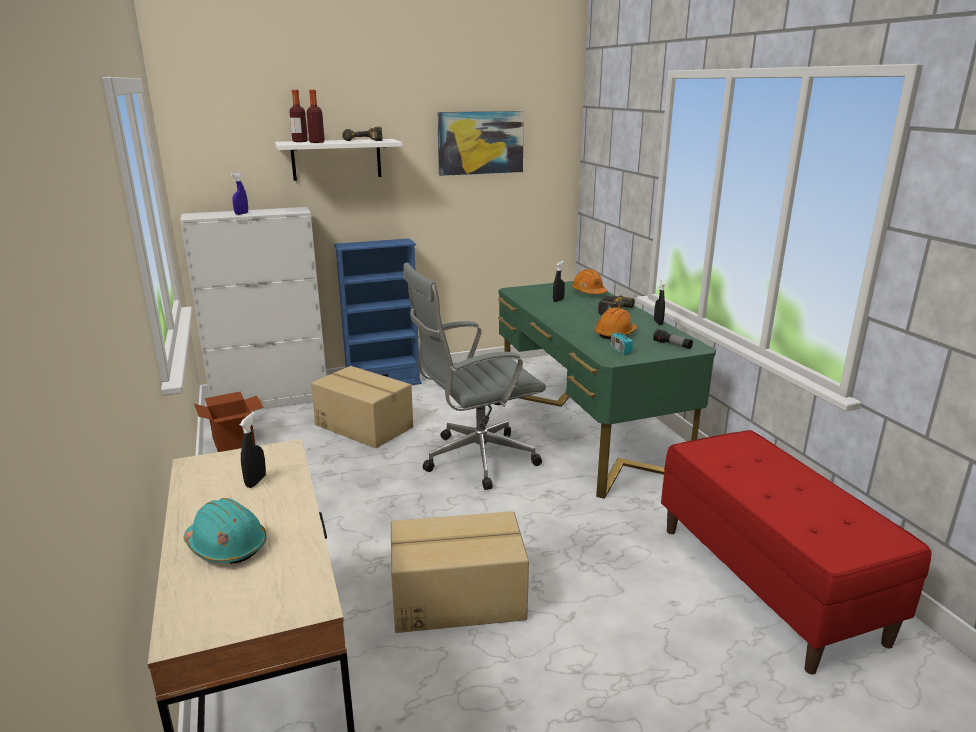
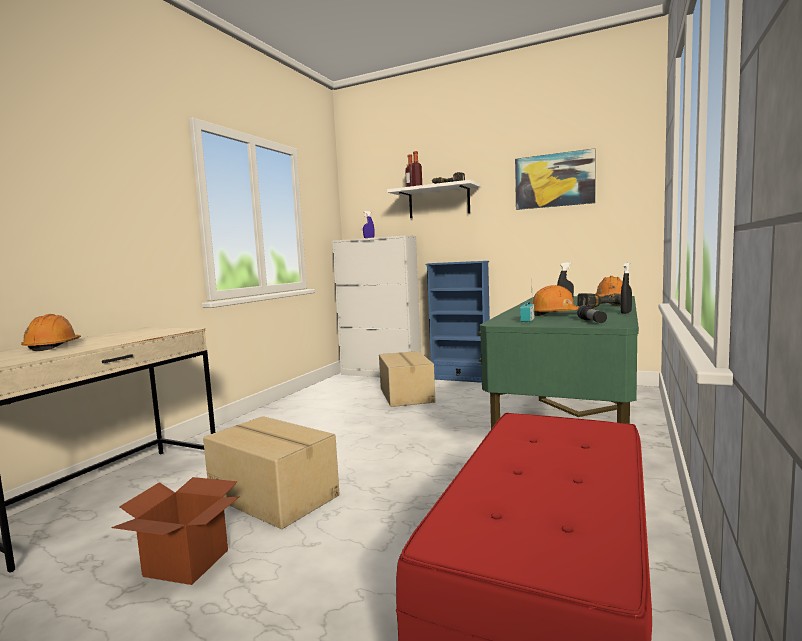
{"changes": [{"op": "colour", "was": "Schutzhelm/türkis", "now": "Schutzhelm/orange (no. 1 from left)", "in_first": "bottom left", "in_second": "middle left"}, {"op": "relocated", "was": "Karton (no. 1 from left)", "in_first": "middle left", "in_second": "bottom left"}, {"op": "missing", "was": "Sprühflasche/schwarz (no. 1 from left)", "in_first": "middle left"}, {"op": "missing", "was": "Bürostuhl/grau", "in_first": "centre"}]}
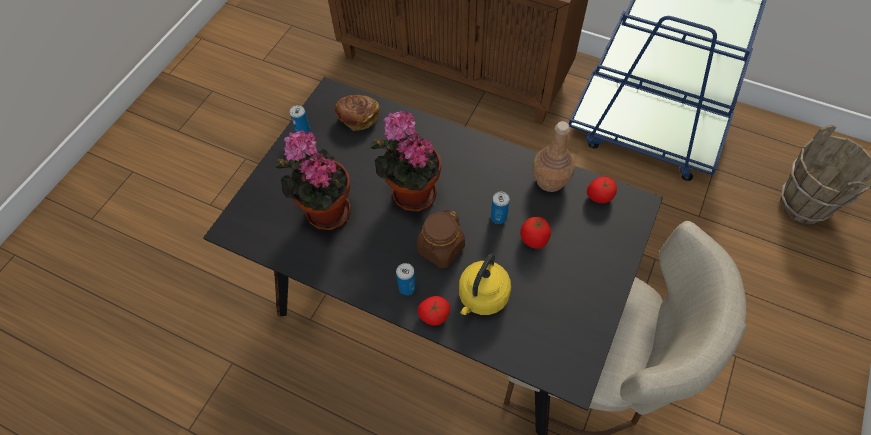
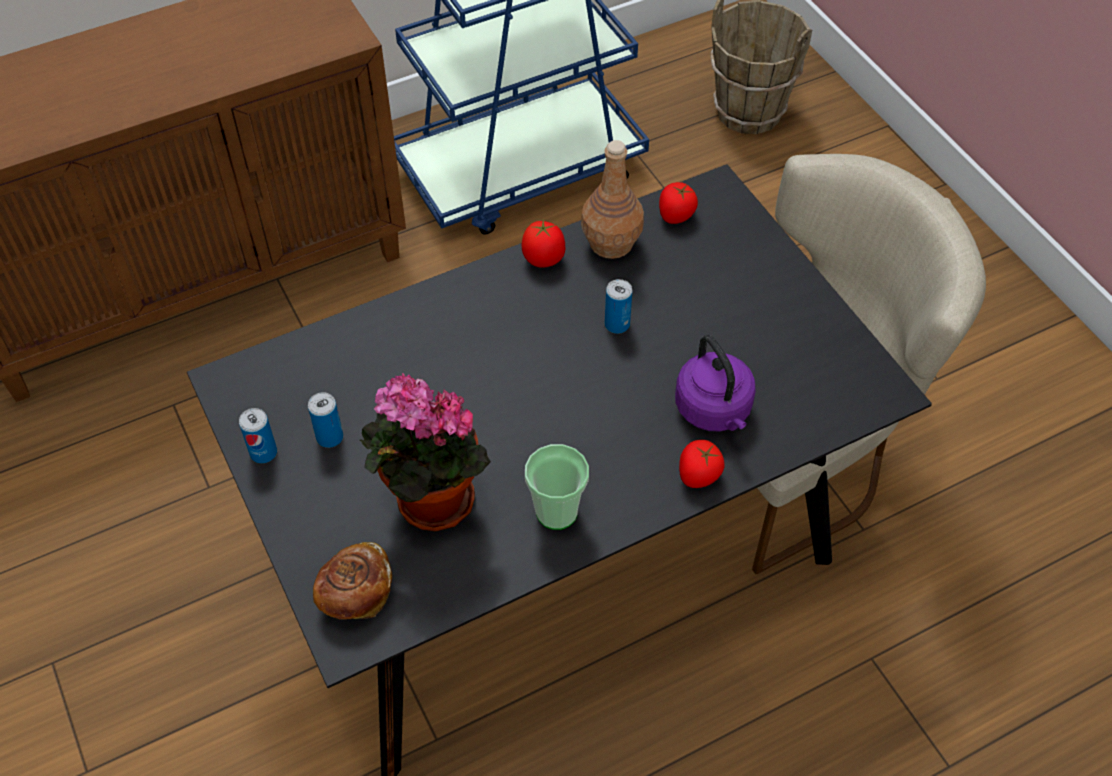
{"changes": [{"op": "relocated", "was": "Dose (no. 2 from left)", "in_first": "centre", "in_second": "middle left"}, {"op": "relocated", "was": "Brot", "in_first": "top centre", "in_second": "bottom left"}, {"op": "relocated", "was": "Tomate (no. 2 from left in the first image)", "now": "Tomate (no. 1 from left)", "in_first": "centre", "in_second": "top centre"}, {"op": "appeared", "now": "Tasse", "in_second": "centre"}, {"op": "colour", "was": "Wasserkessel/gelb", "now": "Wasserkessel/lila", "in_first": "centre", "in_second": "centre"}, {"op": "missing", "was": "Topfpflanze (no. 2 from left)", "in_first": "centre"}, {"op": "missing", "was": "Vorratsglas/braun", "in_first": "centre"}]}
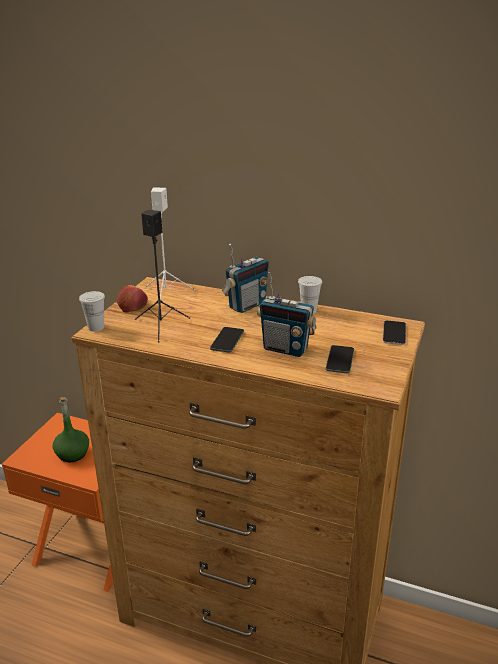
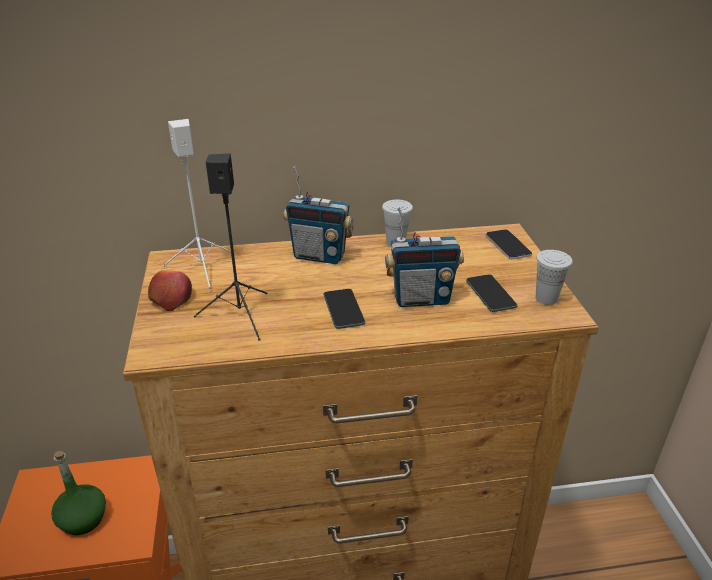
{"changes": [{"op": "spun", "was": "Radio (no. 1 from left)", "in_first": "centre", "in_second": "centre", "clockwise": 90}, {"op": "relocated", "was": "Tasse/weiß (no. 1 from left in the first image)", "now": "Tasse/weiß (no. 2 from left)", "in_first": "middle left", "in_second": "middle right"}]}
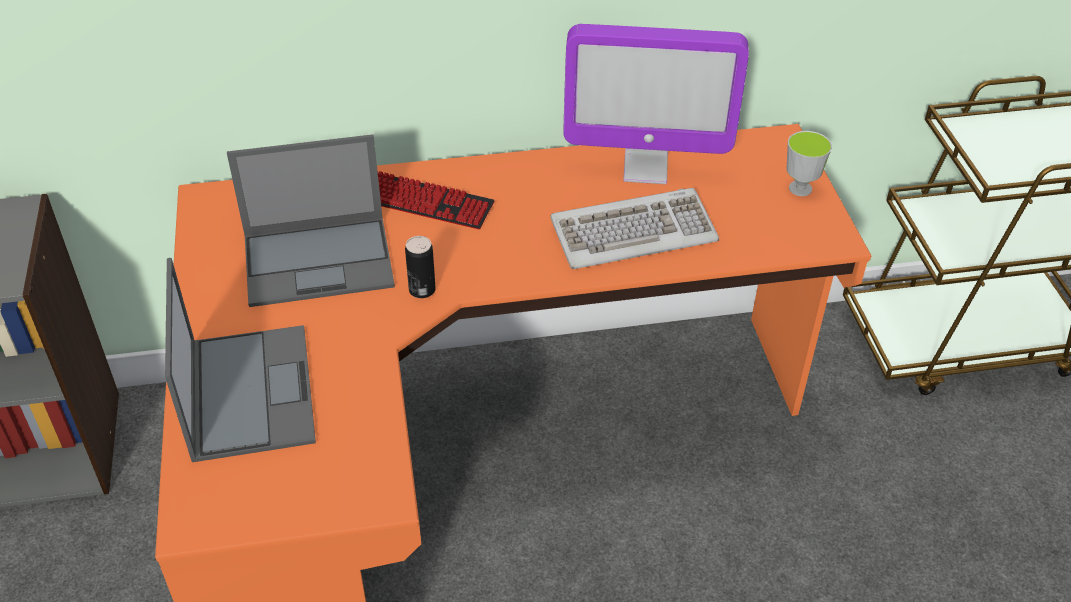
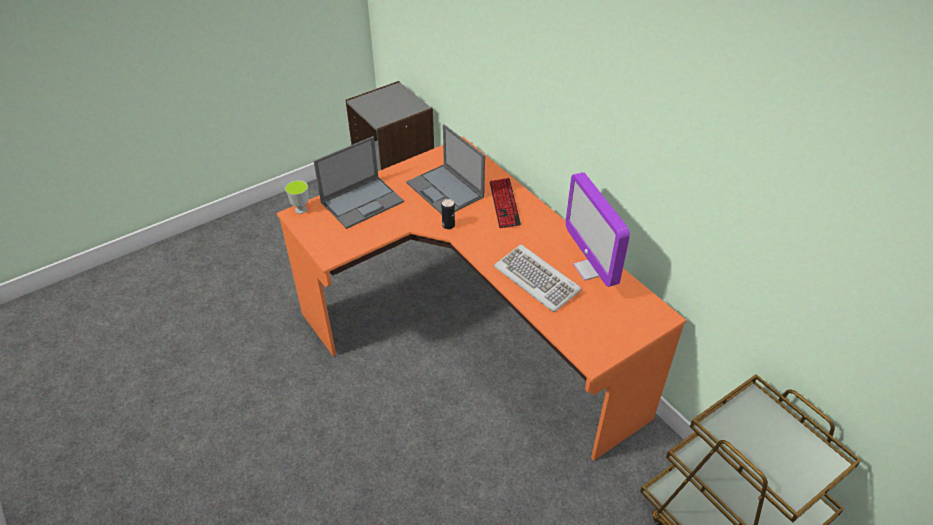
{"changes": [{"op": "relocated", "was": "Tasse", "in_first": "top right", "in_second": "middle left"}]}
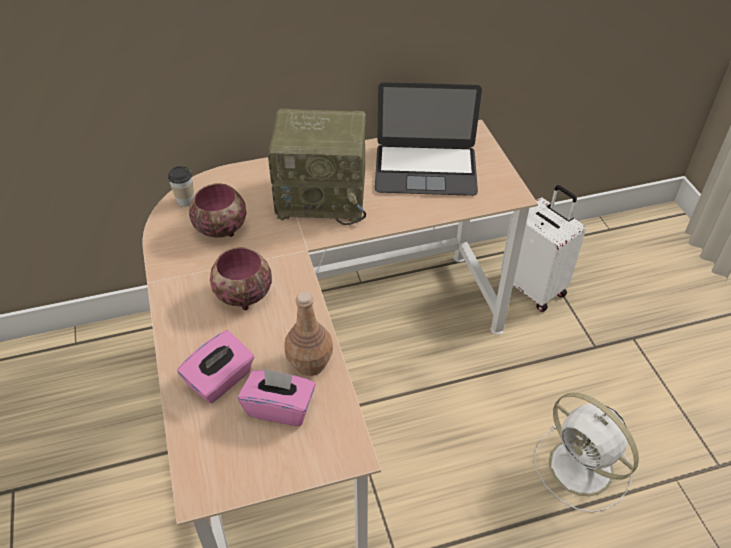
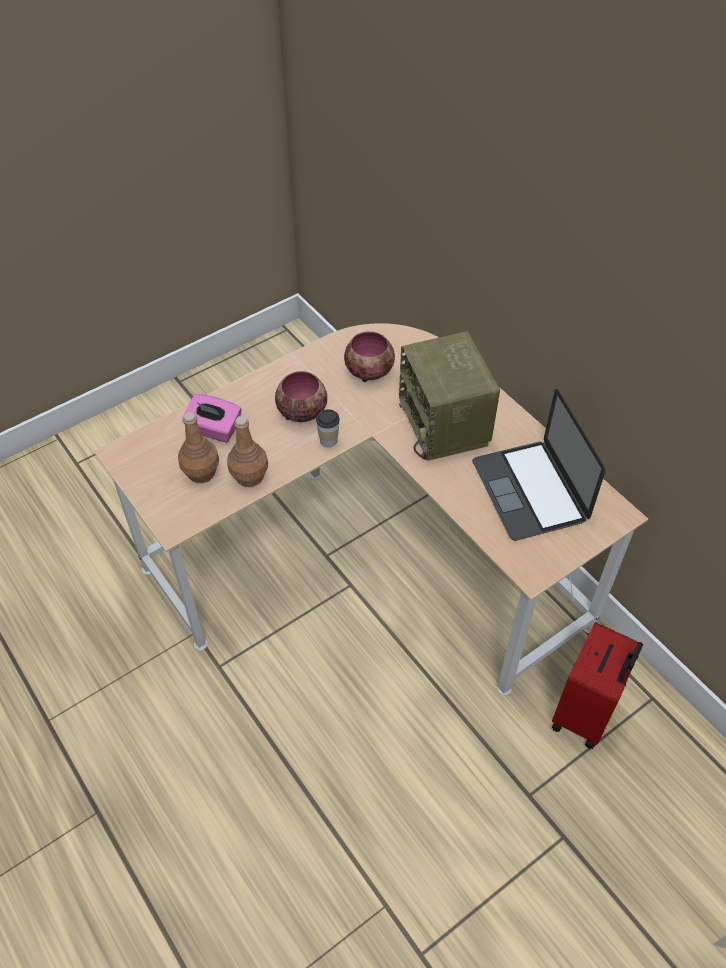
{"changes": [{"op": "exchanged", "was": "Taschentuchbox/rosa (no. 2 from left)", "now": "Flasche/braun (no. 1 from left)", "in_first": "bottom centre", "in_second": "middle left"}, {"op": "relocated", "was": "Tasse", "in_first": "middle left", "in_second": "centre"}, {"op": "colour", "was": "Koffer/weiß", "now": "Koffer/rot", "in_first": "middle right", "in_second": "bottom right"}, {"op": "missing", "was": "Ventilator/weiß", "in_first": "bottom right"}]}
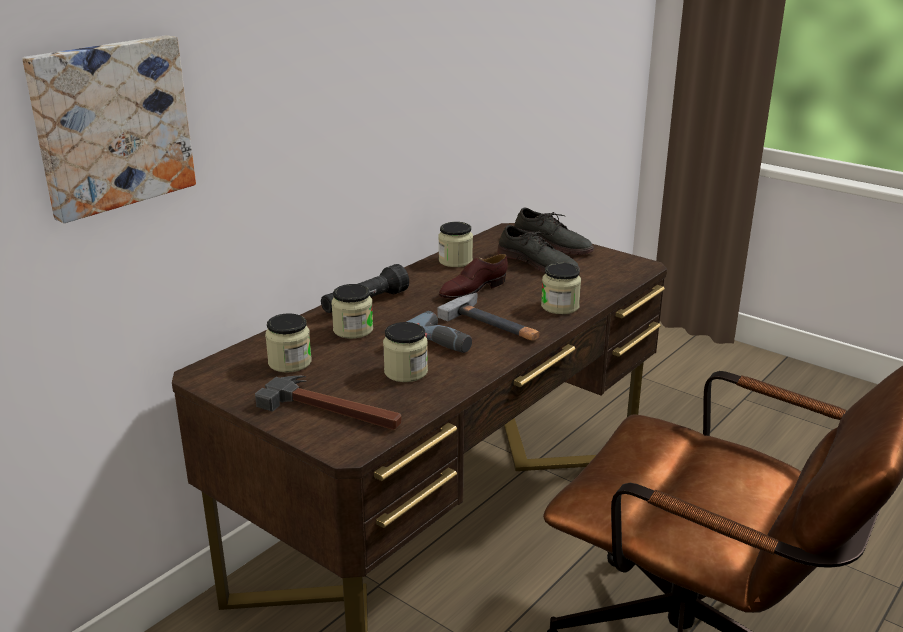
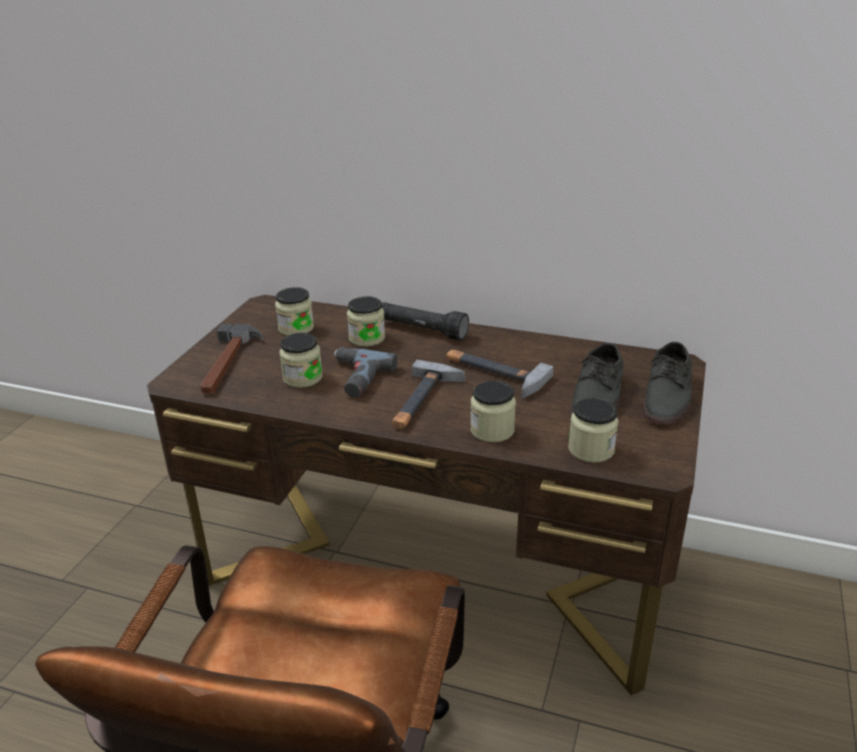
{"changes": [{"op": "exchanged", "was": "Schuh/braun", "now": "Hammer (no. 3 from left)", "in_first": "centre", "in_second": "centre"}, {"op": "relocated", "was": "Vorratsglas (no. 4 from left in the first image)", "now": "Vorratsglas (no. 5 from left)", "in_first": "centre", "in_second": "middle right"}, {"op": "missing", "was": "Bild", "in_first": "top left"}]}
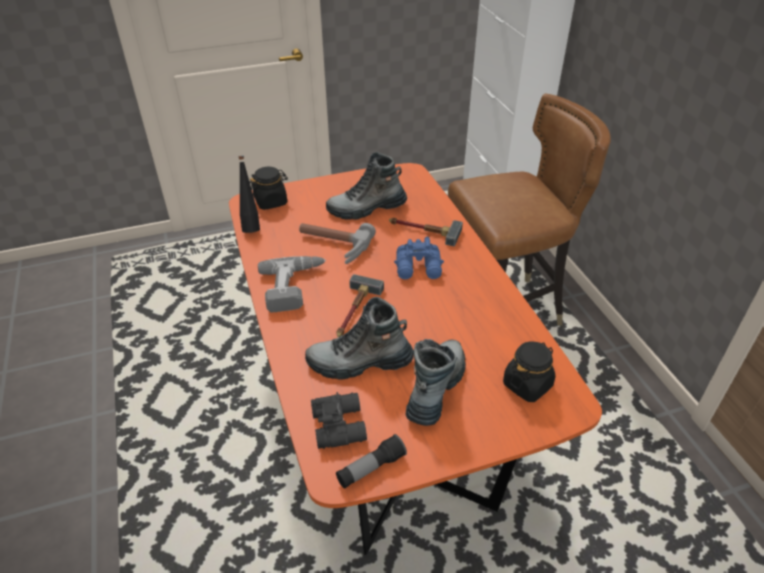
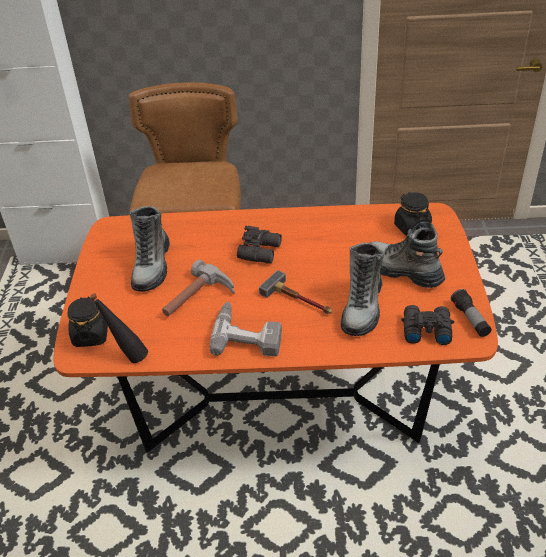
{"changes": [{"op": "colour", "was": "Fernglas/blau", "now": "Fernglas/schwarz (no. 1 from left)", "in_first": "centre", "in_second": "centre"}, {"op": "missing", "was": "Hammer (no. 3 from left)", "in_first": "centre"}]}
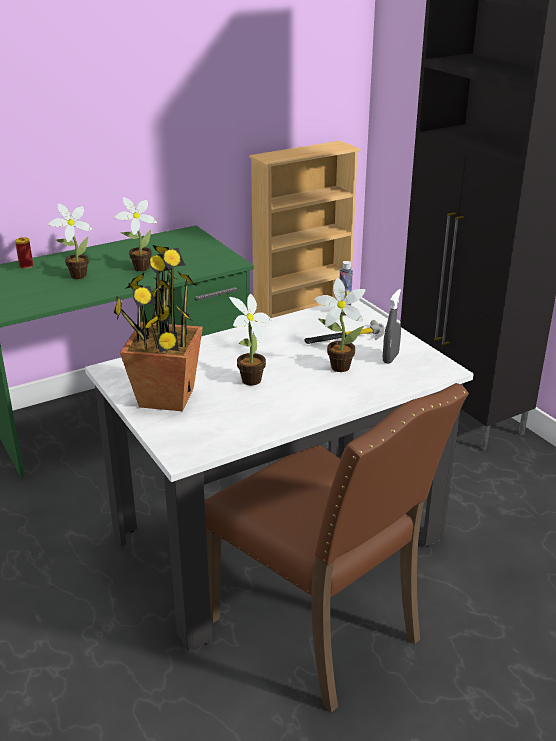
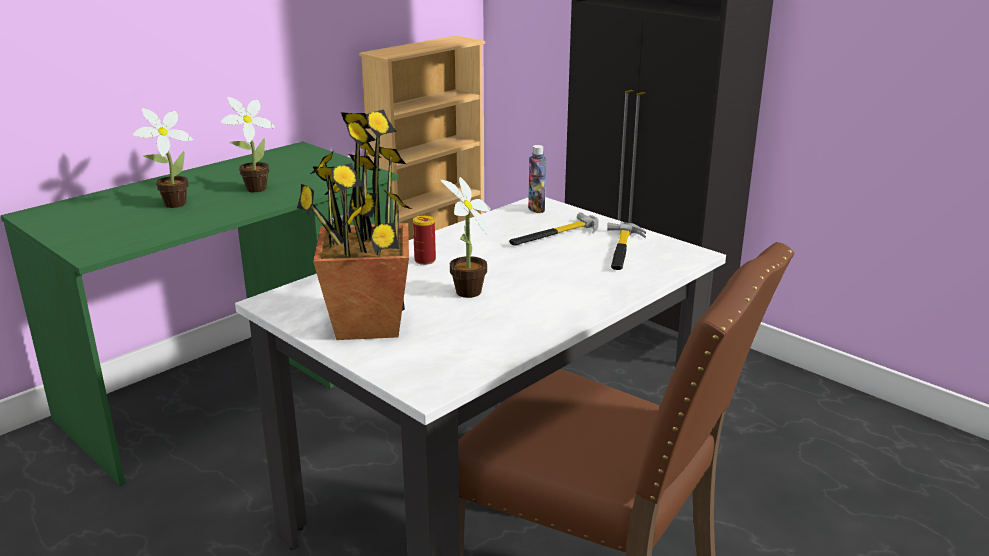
{"changes": [{"op": "relocated", "was": "Dose", "in_first": "middle left", "in_second": "centre"}, {"op": "exchanged", "was": "Sprühflasche/grau", "now": "Hammer (no. 2 from left)", "in_first": "middle right", "in_second": "centre"}, {"op": "missing", "was": "Topfpflanze (no. 5 from left)", "in_first": "centre"}]}
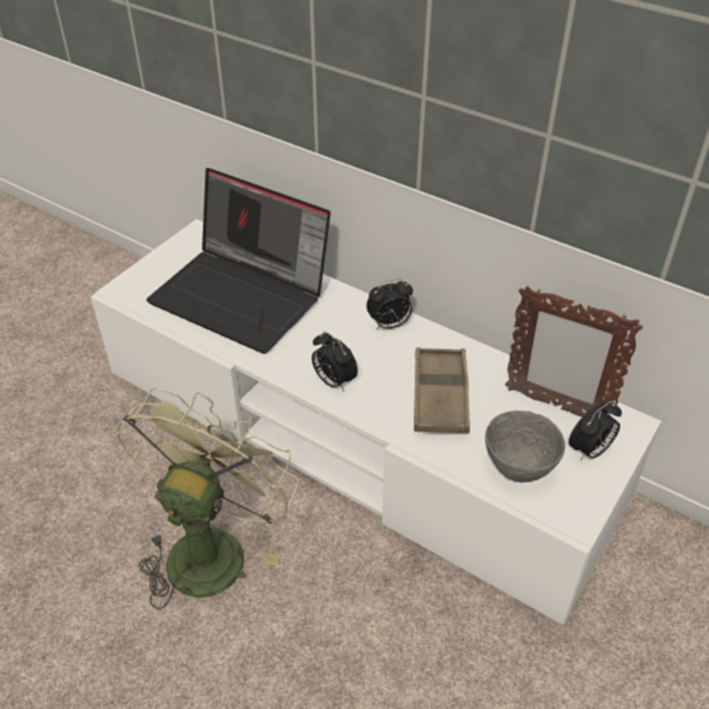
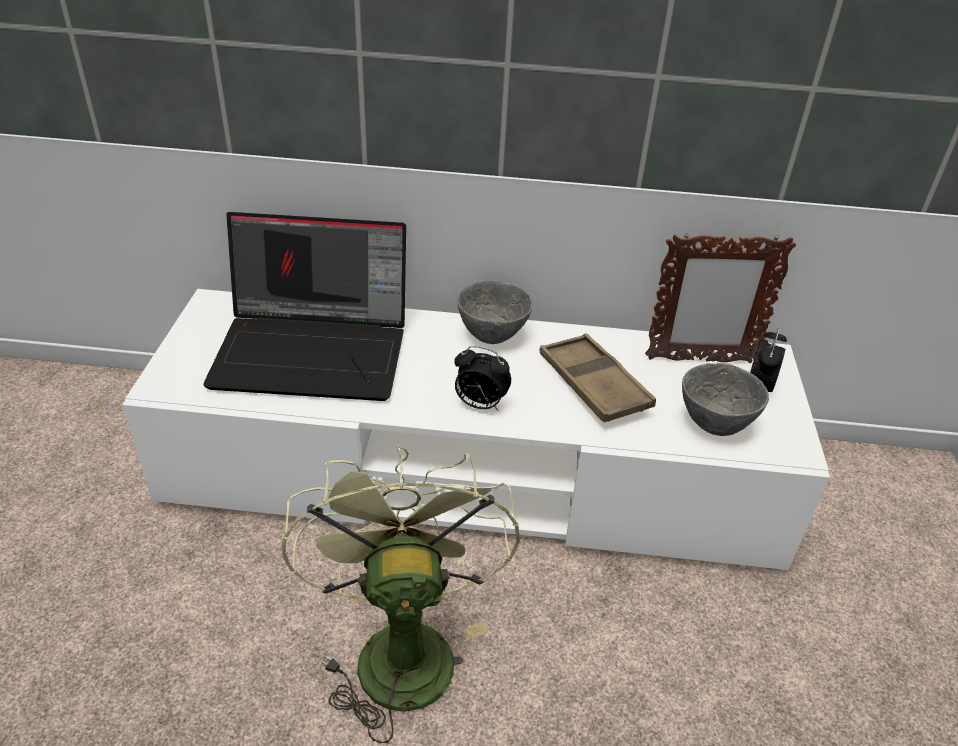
{"changes": [{"op": "exchanged", "was": "Wecker (no. 2 from left)", "now": "Schüssel/grau (no. 1 from left)", "in_first": "centre", "in_second": "centre"}]}
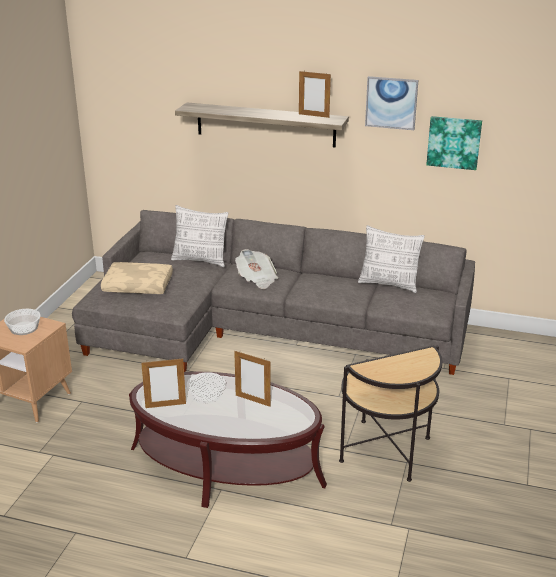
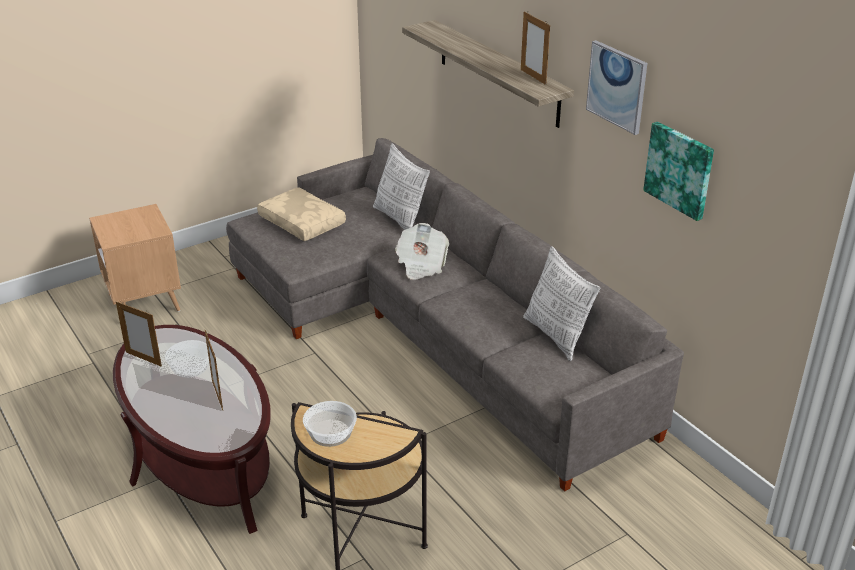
{"changes": [{"op": "relocated", "was": "Schüssel (no. 1 from left in the first image)", "now": "Schüssel (no. 2 from left)", "in_first": "middle left", "in_second": "bottom centre"}]}
